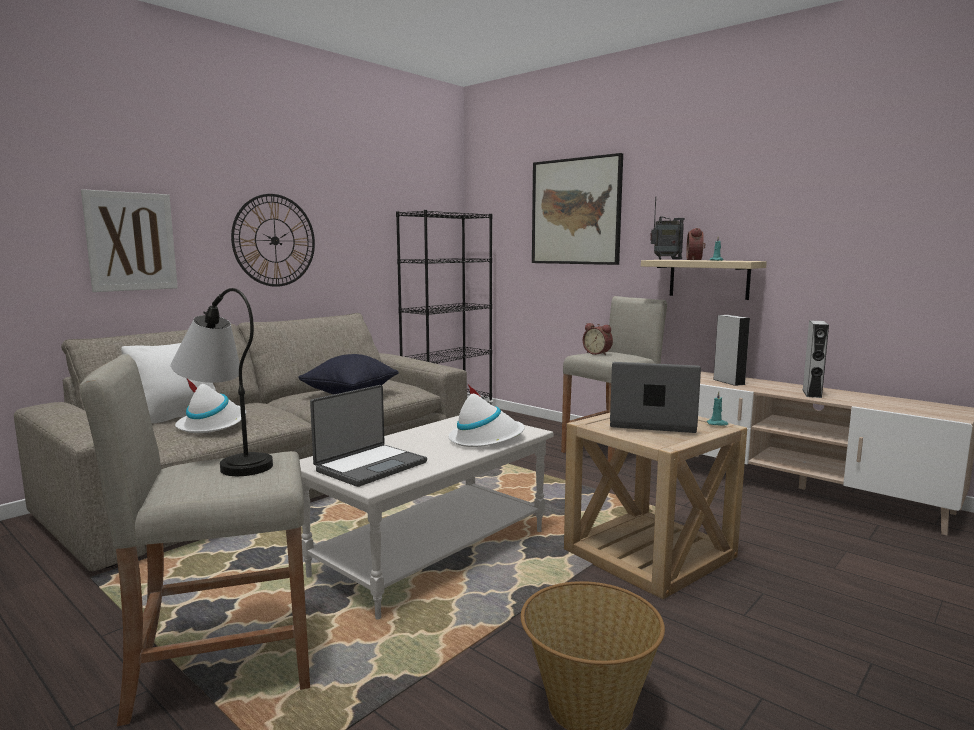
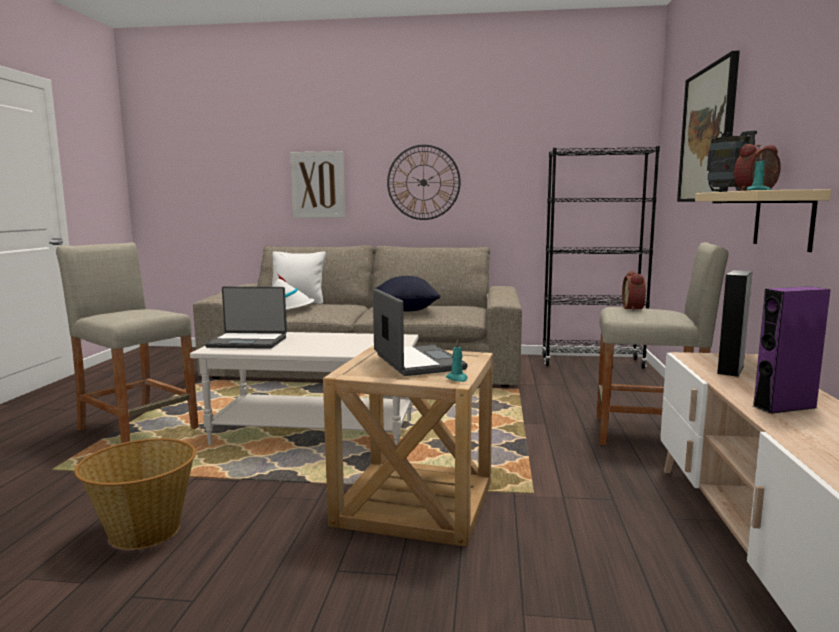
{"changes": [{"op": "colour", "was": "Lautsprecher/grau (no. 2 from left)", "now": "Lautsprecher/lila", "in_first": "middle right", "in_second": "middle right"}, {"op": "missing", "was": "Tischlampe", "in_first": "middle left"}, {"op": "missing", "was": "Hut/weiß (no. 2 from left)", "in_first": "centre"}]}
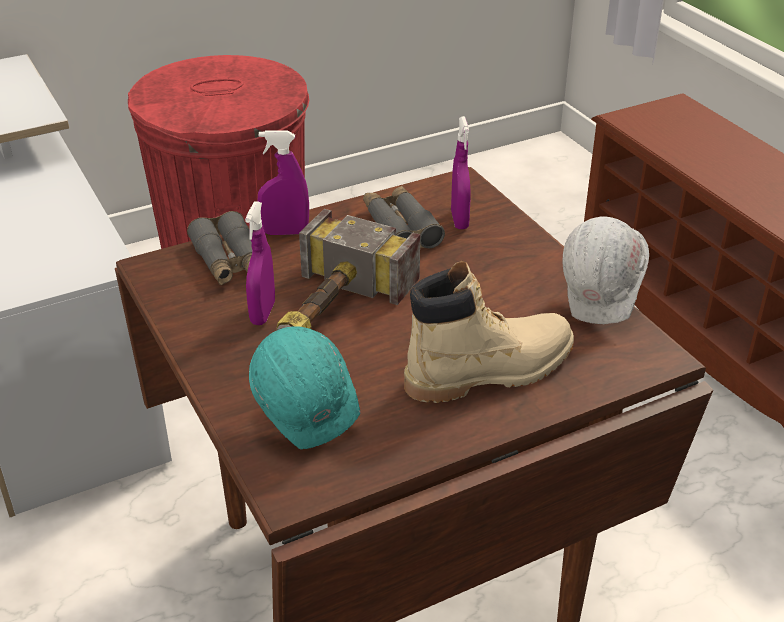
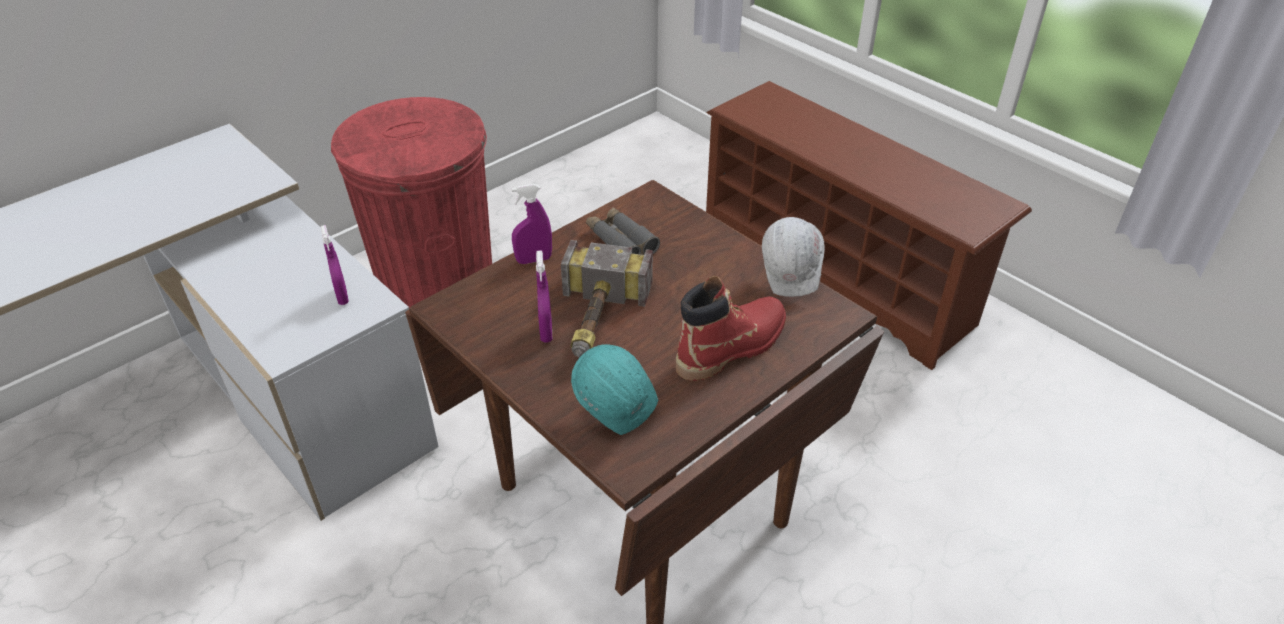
{"changes": [{"op": "relocated", "was": "Sprühflasche/lila (no. 3 from left in the first image)", "now": "Sprühflasche/lila (no. 1 from left)", "in_first": "top centre", "in_second": "middle left"}, {"op": "colour", "was": "Stiefel/beige", "now": "Stiefel/rot", "in_first": "centre", "in_second": "centre"}, {"op": "missing", "was": "Fernglas/grau (no. 1 from left)", "in_first": "middle left"}]}
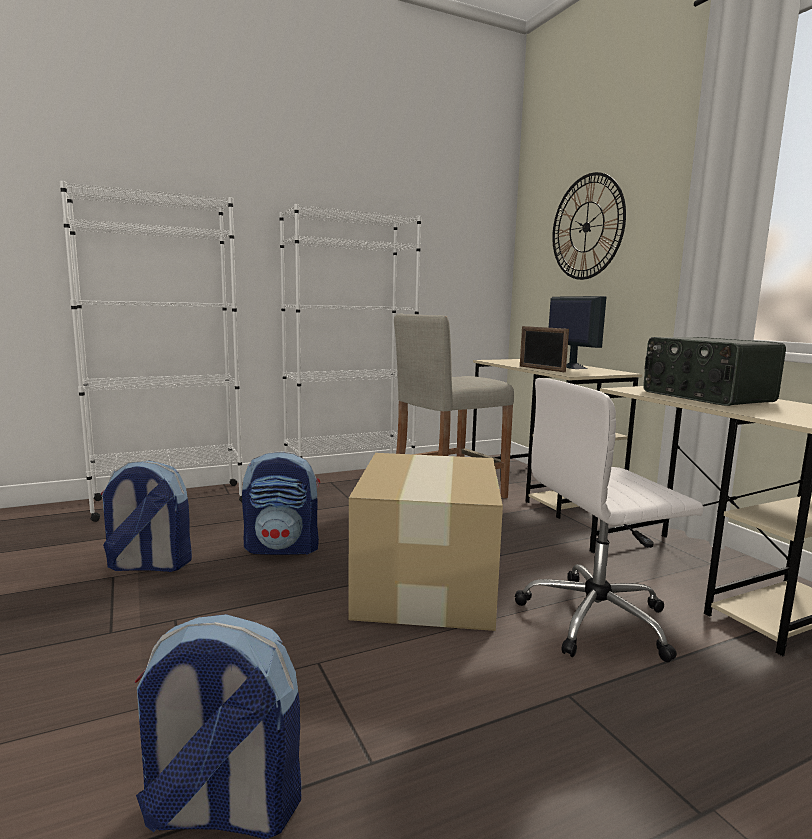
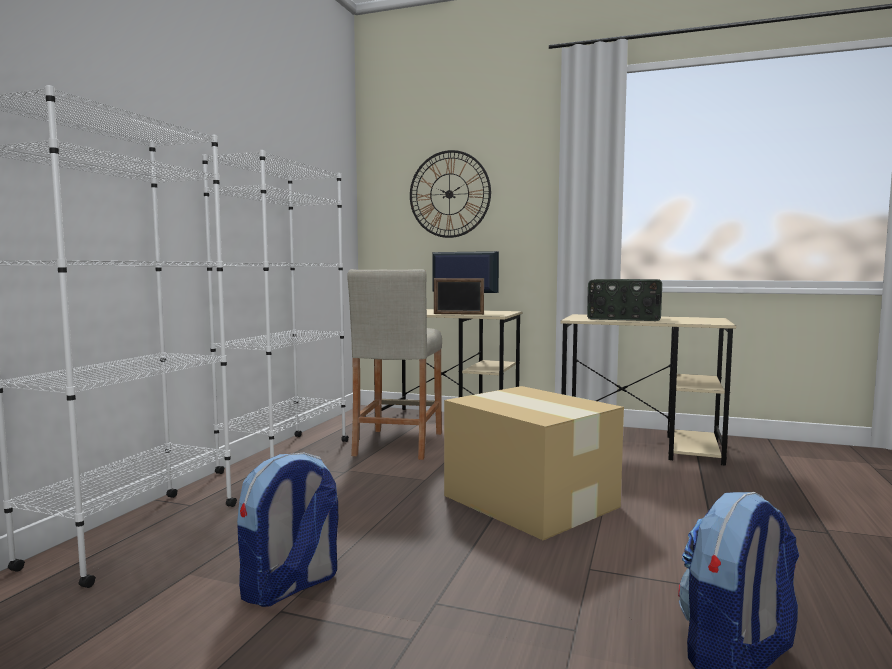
{"changes": [{"op": "missing", "was": "Rucksack (no. 3 from left)", "in_first": "centre"}, {"op": "missing", "was": "Bürostuhl/weiß", "in_first": "middle right"}]}
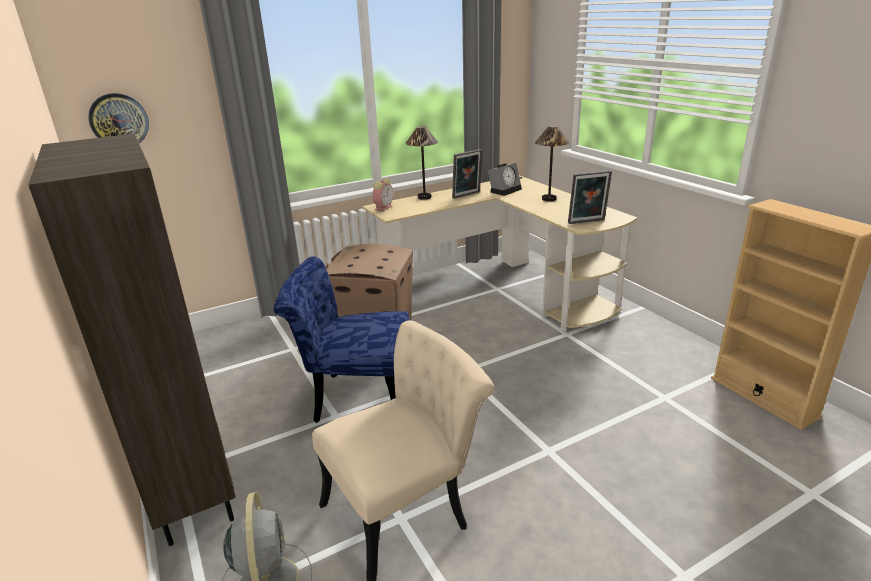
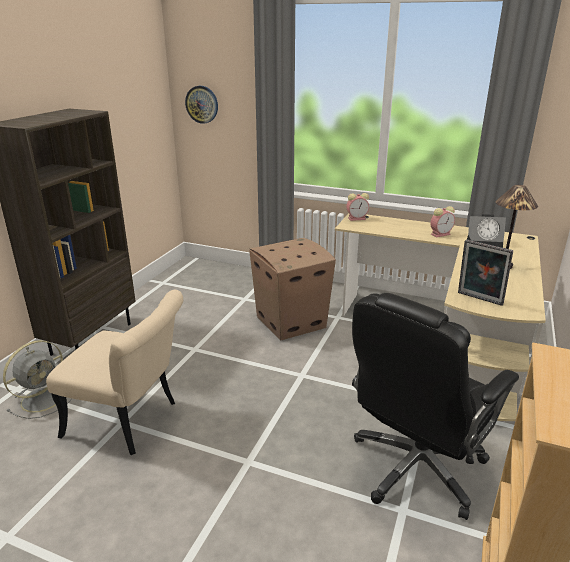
{"changes": [{"op": "appeared", "now": "Bürostuhl/schwarz", "in_second": "bottom right"}, {"op": "exchanged", "was": "Bilderrahmen (no. 1 from left)", "now": "Wecker (no. 2 from left)", "in_first": "top centre", "in_second": "middle right"}, {"op": "missing", "was": "Stuhl/blau", "in_first": "centre"}, {"op": "missing", "was": "Tischlampe (no. 1 from left)", "in_first": "top centre"}]}
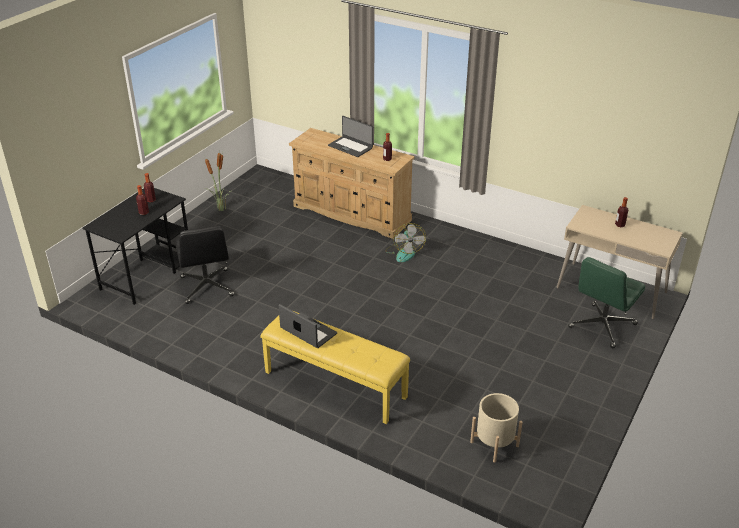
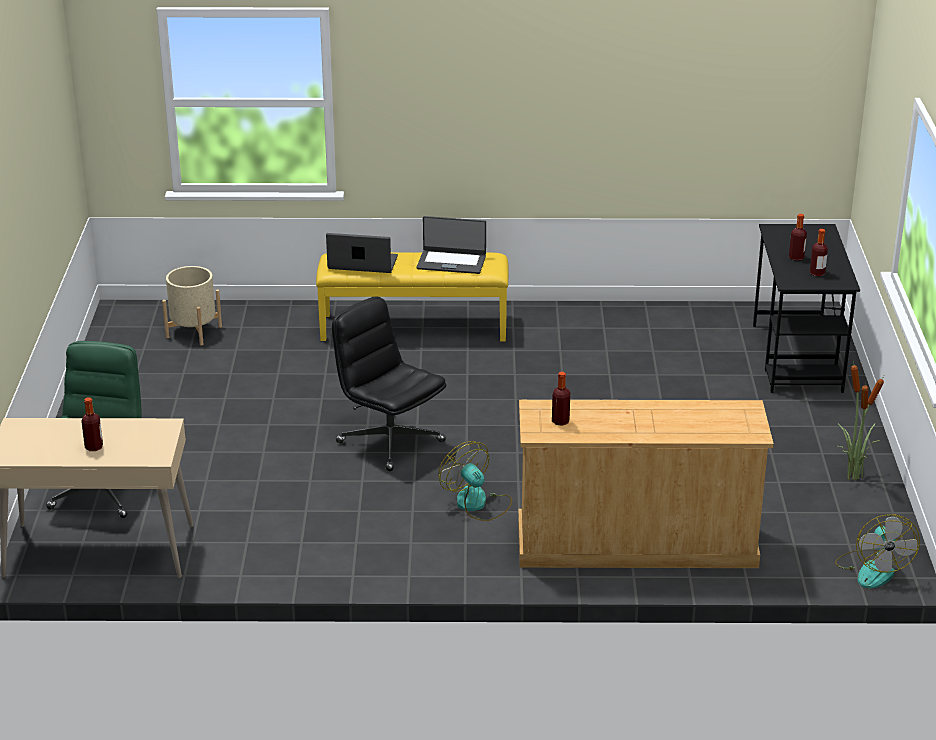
{"changes": [{"op": "relocated", "was": "Laptop (no. 2 from left in the first image)", "now": "Laptop (no. 1 from left)", "in_first": "top centre", "in_second": "centre"}, {"op": "relocated", "was": "Bürostuhl/schwarz", "in_first": "middle left", "in_second": "centre"}, {"op": "appeared", "now": "Ventilator (no. 2 from left)", "in_second": "bottom right"}]}
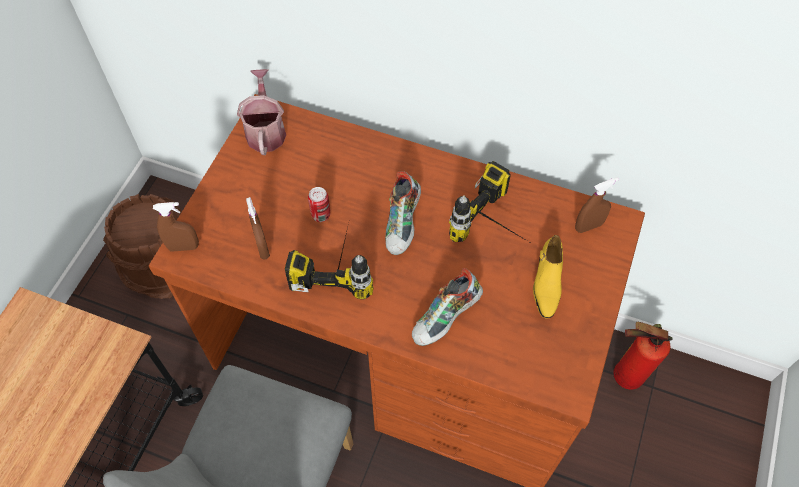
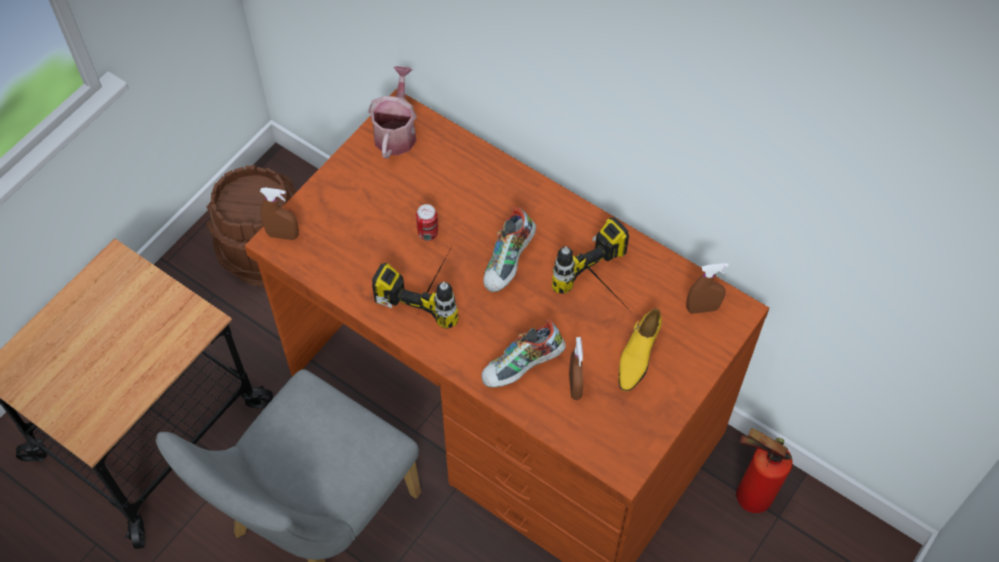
{"changes": [{"op": "relocated", "was": "Sprühflasche/braun (no. 2 from left)", "in_first": "middle left", "in_second": "centre"}]}
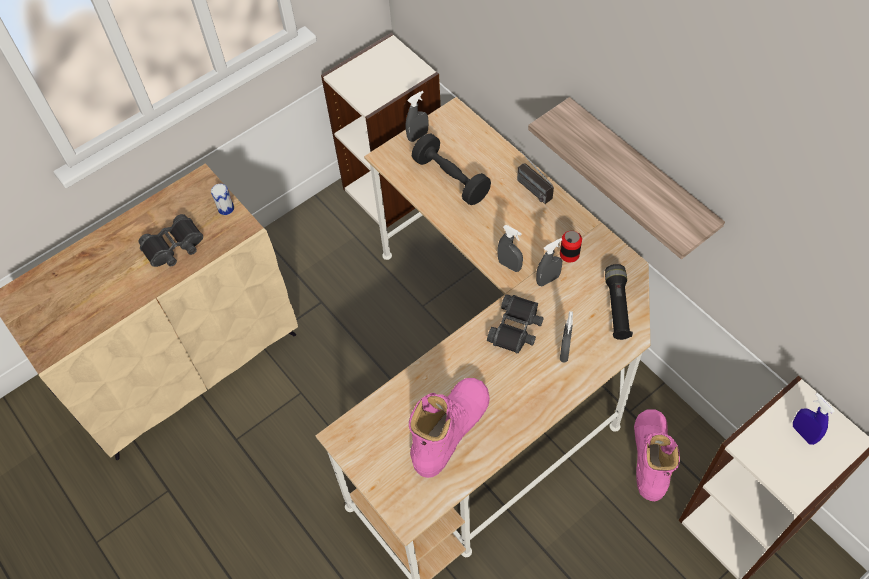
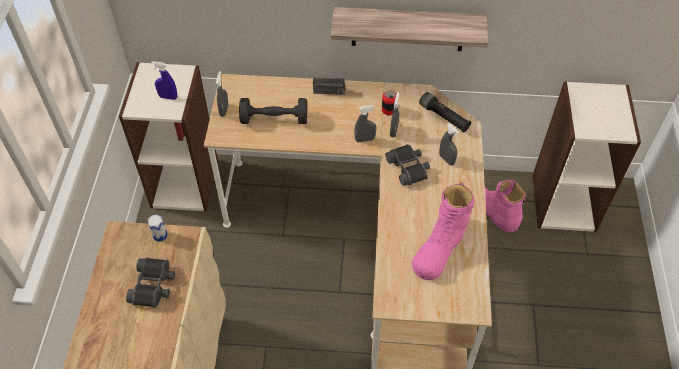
{"changes": [{"op": "relocated", "was": "Sprühflasche/blau", "in_first": "bottom right", "in_second": "top left"}, {"op": "spun", "was": "Stiefel/rosa (no. 1 from left)", "in_first": "bottom centre", "in_second": "centre", "clockwise": -135}]}
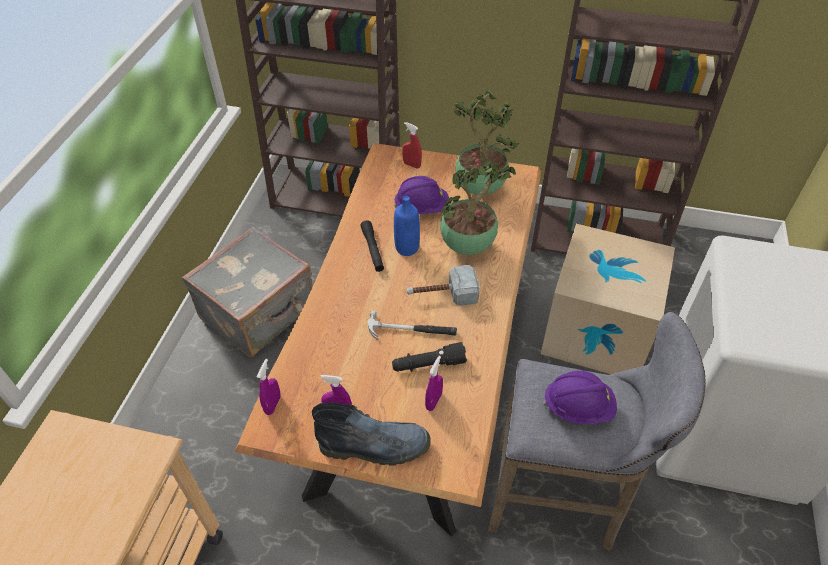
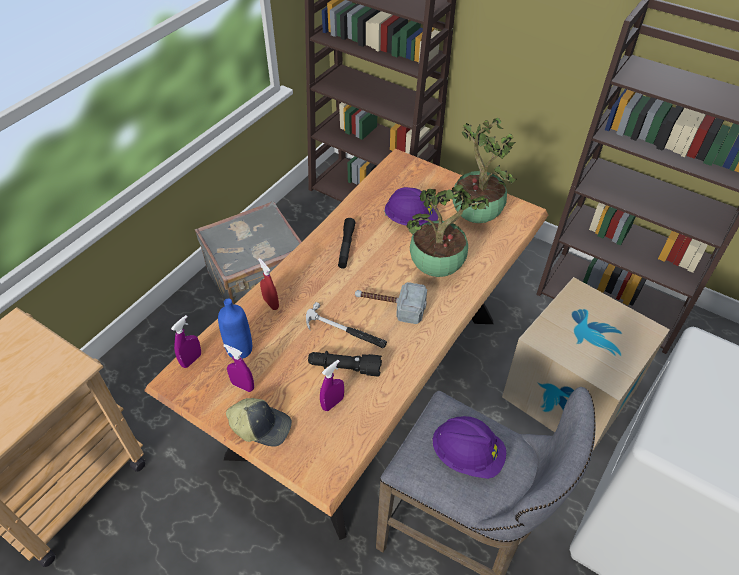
{"changes": [{"op": "relocated", "was": "Flasche/blau", "in_first": "centre", "in_second": "middle left"}, {"op": "exchanged", "was": "Stiefel", "now": "Kappe", "in_first": "bottom centre", "in_second": "bottom centre"}, {"op": "relocated", "was": "Sprühflasche/rot", "in_first": "top centre", "in_second": "centre"}]}
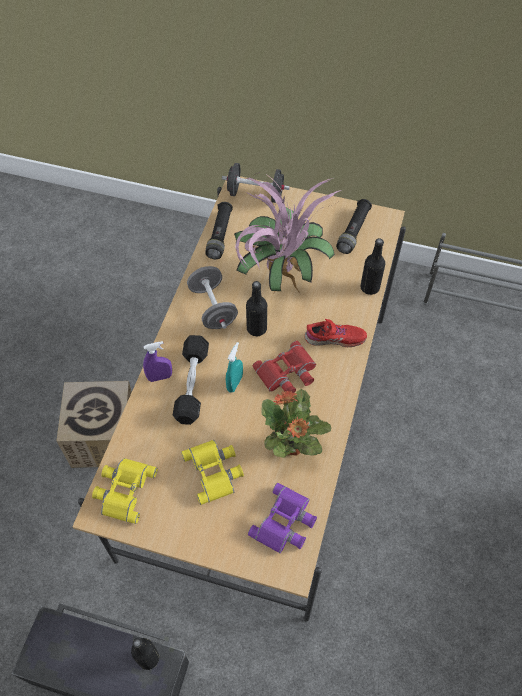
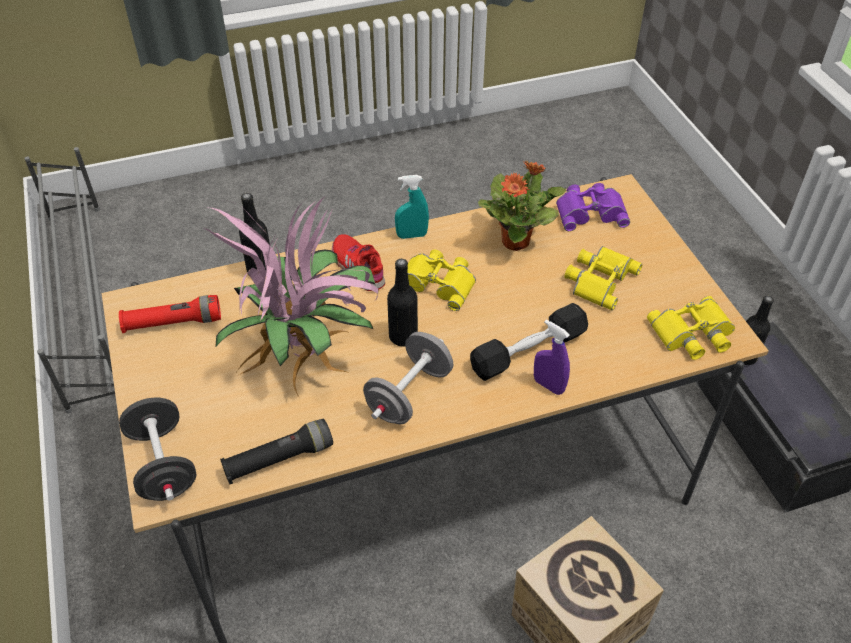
{"changes": [{"op": "colour", "was": "Taschenlampe/schwarz (no. 2 from left)", "now": "Taschenlampe/rot", "in_first": "top right", "in_second": "middle left"}, {"op": "colour", "was": "Fernglas/rot", "now": "Fernglas/gelb (no. 1 from left)", "in_first": "centre", "in_second": "centre"}, {"op": "relocated", "was": "Sprühflasche/türkis", "in_first": "centre", "in_second": "top centre"}]}
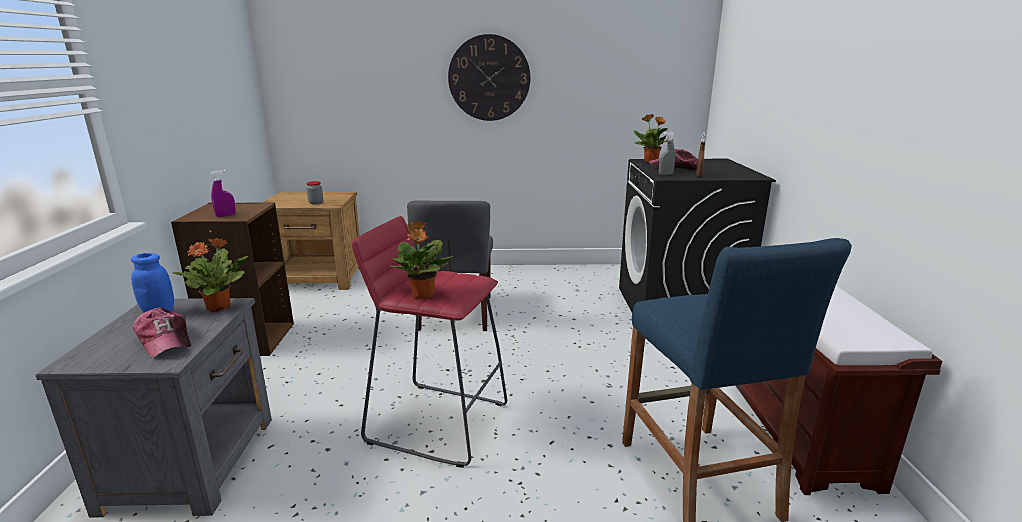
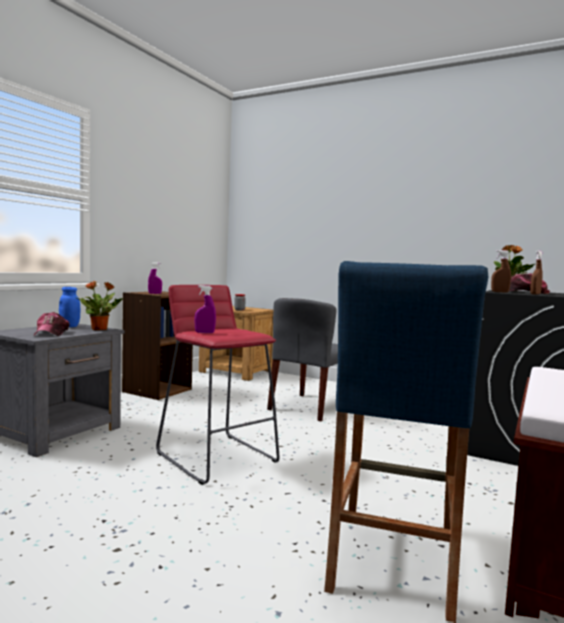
{"changes": [{"op": "exchanged", "was": "Topfpflanze (no. 2 from left)", "now": "Sprühflasche/lila (no. 2 from left)", "in_first": "centre", "in_second": "centre"}, {"op": "colour", "was": "Sprühflasche/grau", "now": "Sprühflasche/braun (no. 1 from left)", "in_first": "top centre", "in_second": "middle right"}, {"op": "missing", "was": "Wanduhr", "in_first": "top centre"}]}
